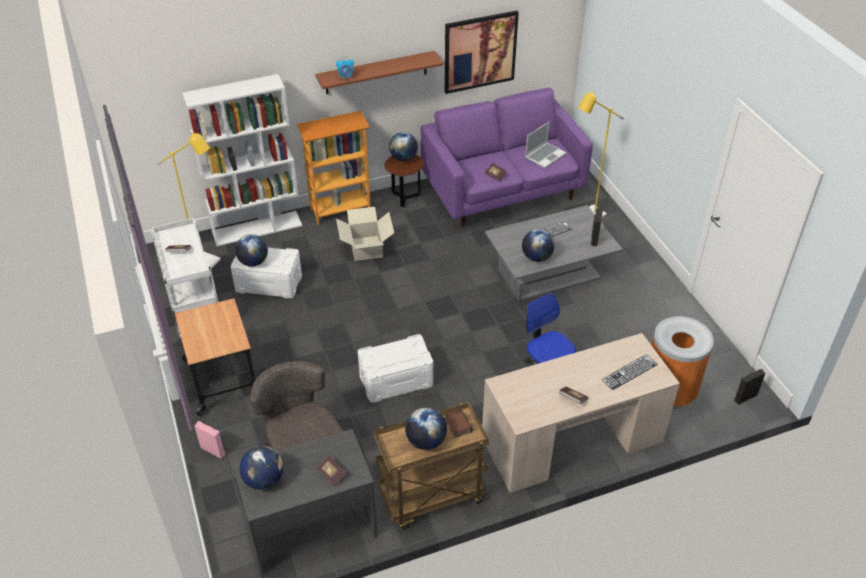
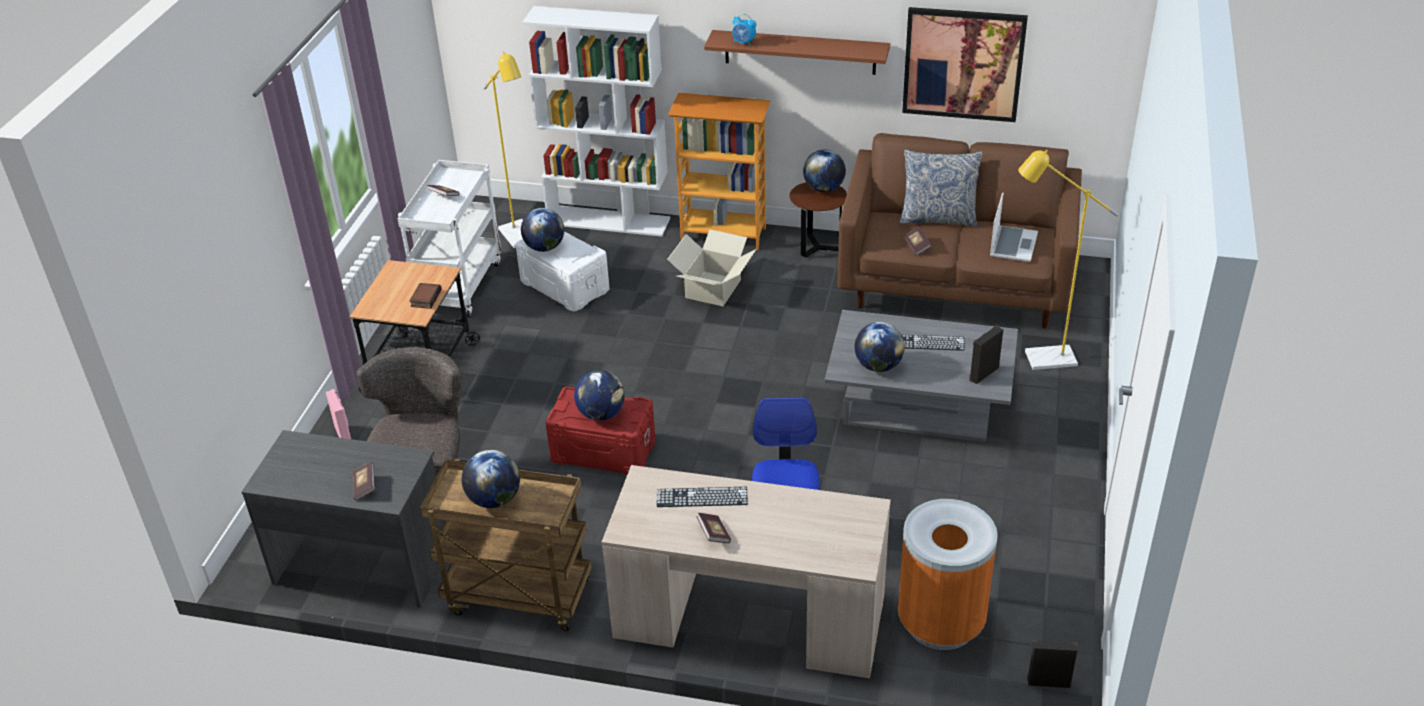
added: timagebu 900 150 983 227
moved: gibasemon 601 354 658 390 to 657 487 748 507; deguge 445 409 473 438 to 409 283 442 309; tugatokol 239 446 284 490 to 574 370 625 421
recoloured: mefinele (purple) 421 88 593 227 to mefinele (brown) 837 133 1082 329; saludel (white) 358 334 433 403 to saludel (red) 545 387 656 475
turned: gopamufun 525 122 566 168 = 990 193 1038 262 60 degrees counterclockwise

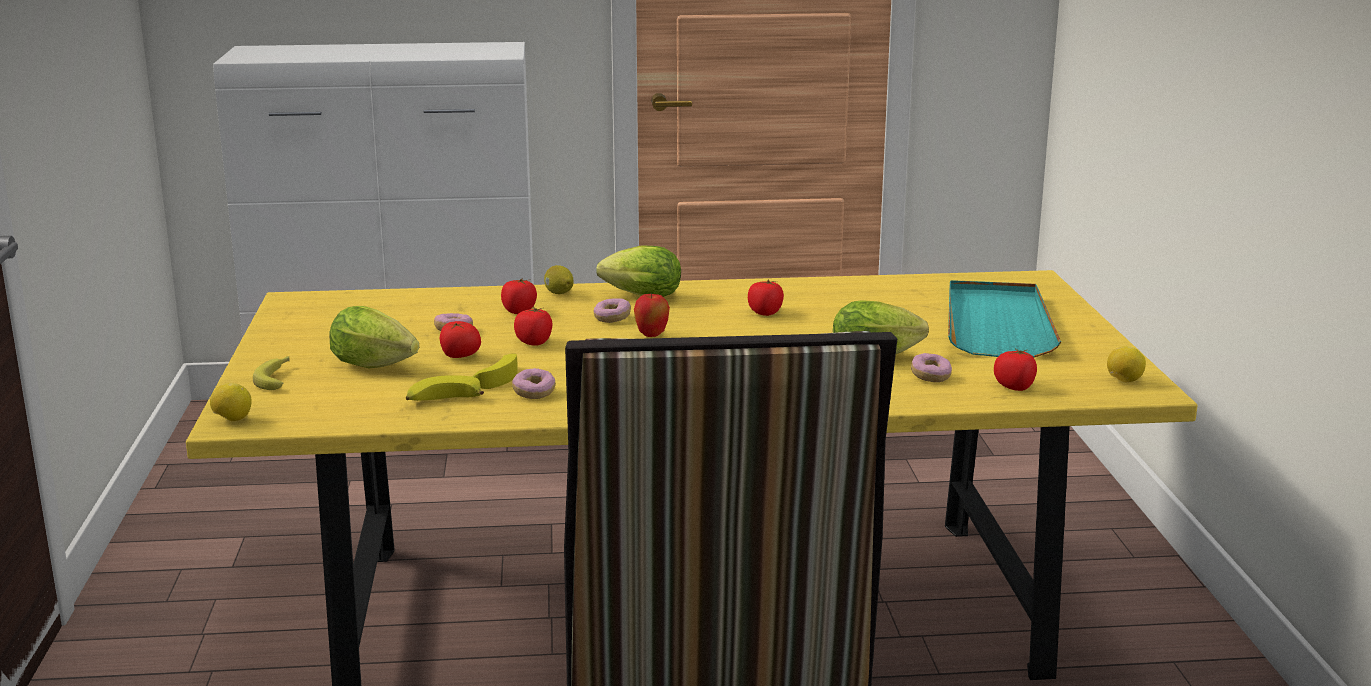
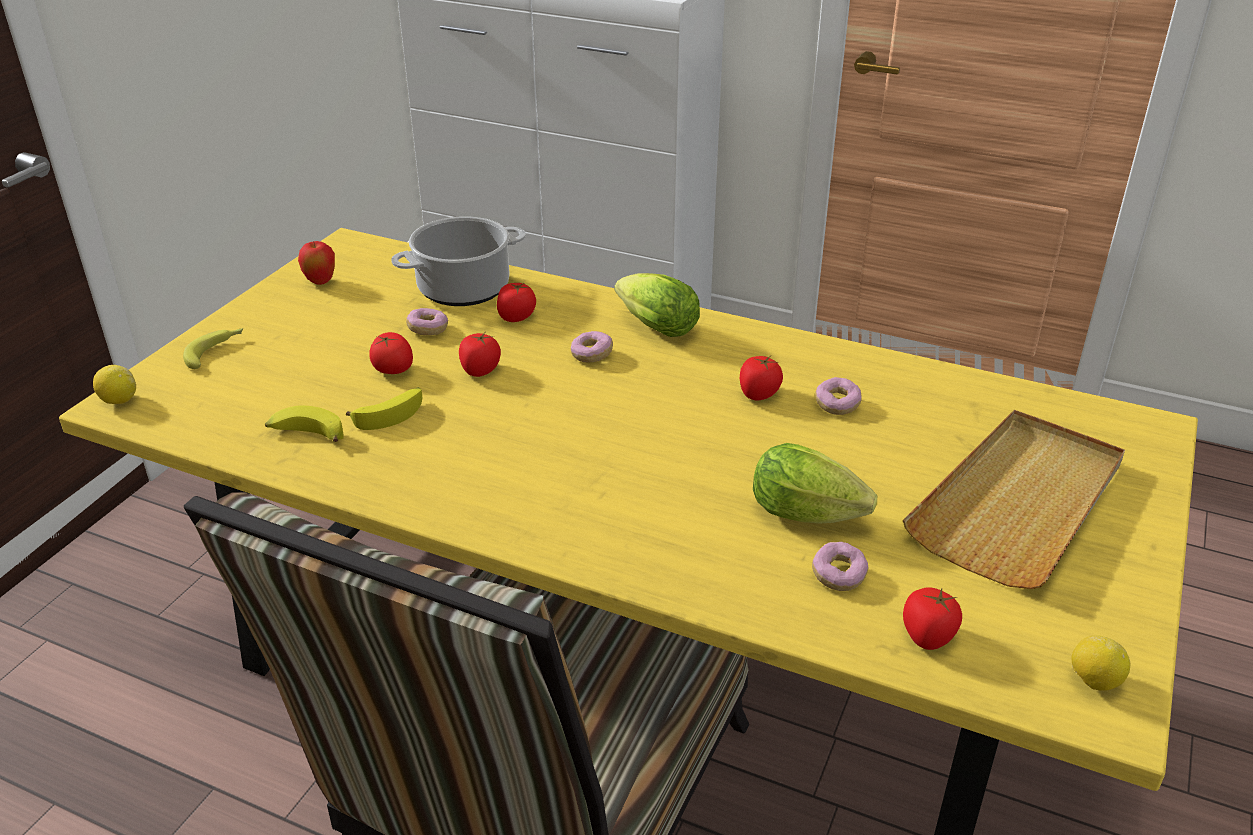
removed: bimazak 544 265 574 294; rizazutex 330 306 419 368
added: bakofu 391 216 526 306
moved: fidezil 634 294 670 337 to 298 241 335 285; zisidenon 512 368 556 399 to 816 377 861 415
recoloured: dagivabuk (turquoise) 948 280 1061 358 to dagivabuk (beige) 903 410 1125 589

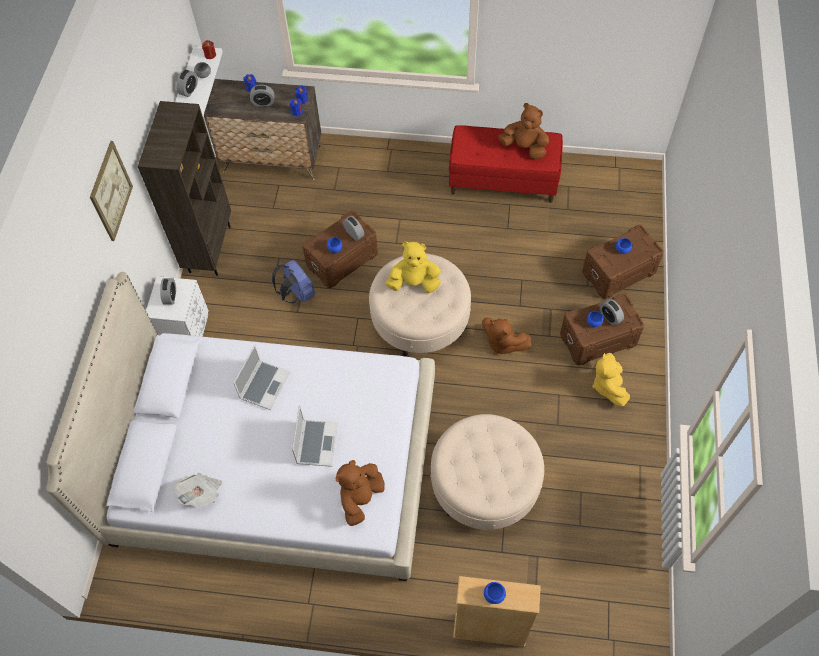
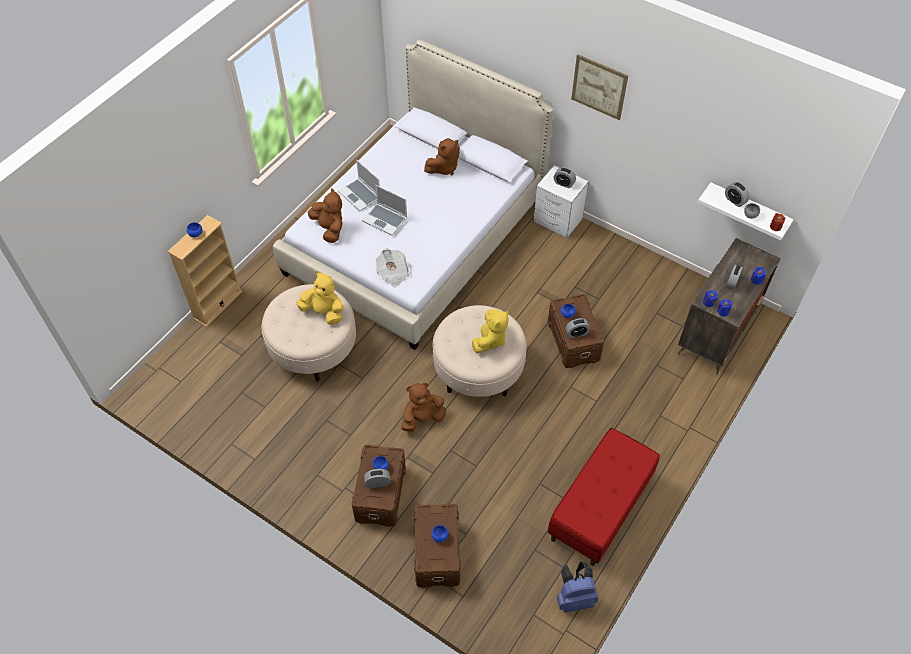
removed: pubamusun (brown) 137 101 231 276
moved: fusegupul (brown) 498 103 549 159 to 424 138 460 175; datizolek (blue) 272 260 315 303 to 557 562 598 613; gopamufun 233 344 290 410 to 338 159 380 211; fusegupul (yellow) 592 353 630 406 to 296 271 343 325; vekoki 174 473 222 508 to 376 248 410 288

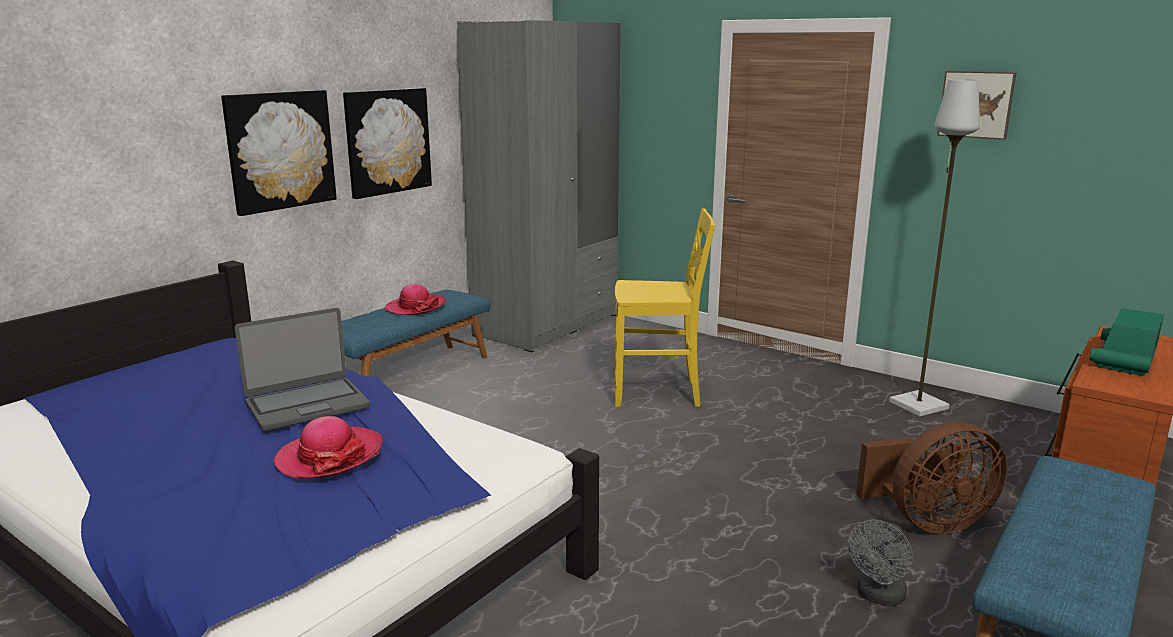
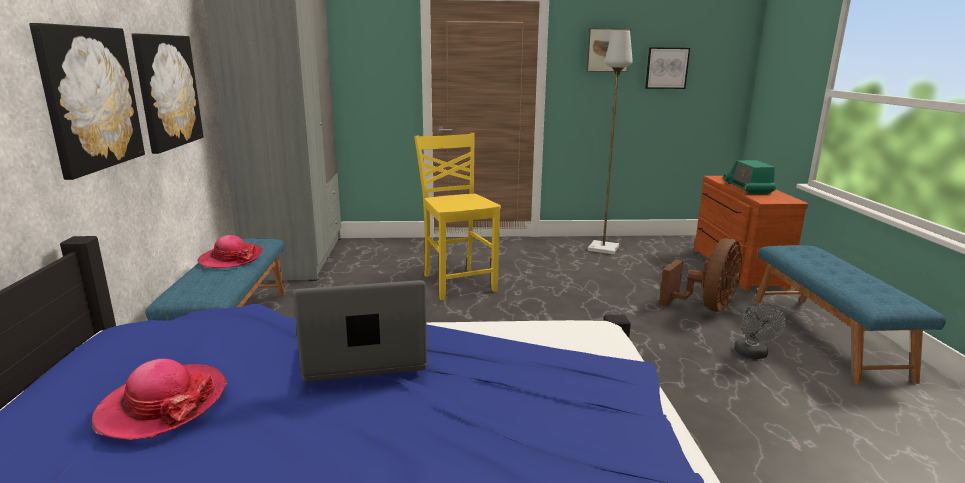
added: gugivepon 645 47 690 89
moved: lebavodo 273 416 383 478 to 92 359 227 440
turned: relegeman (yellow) 615 208 715 407 = 414 133 501 301 75 degrees counterclockwise; gopamufun 235 308 370 431 = 293 280 427 382 120 degrees counterclockwise

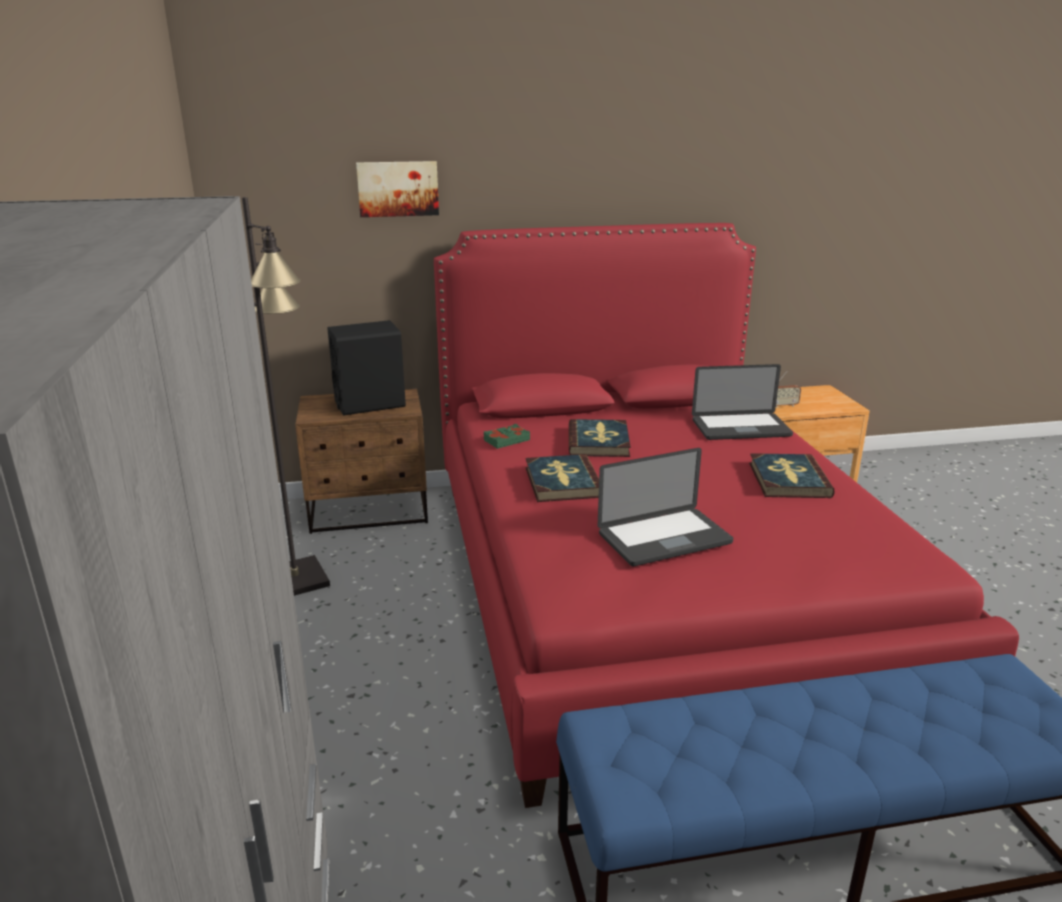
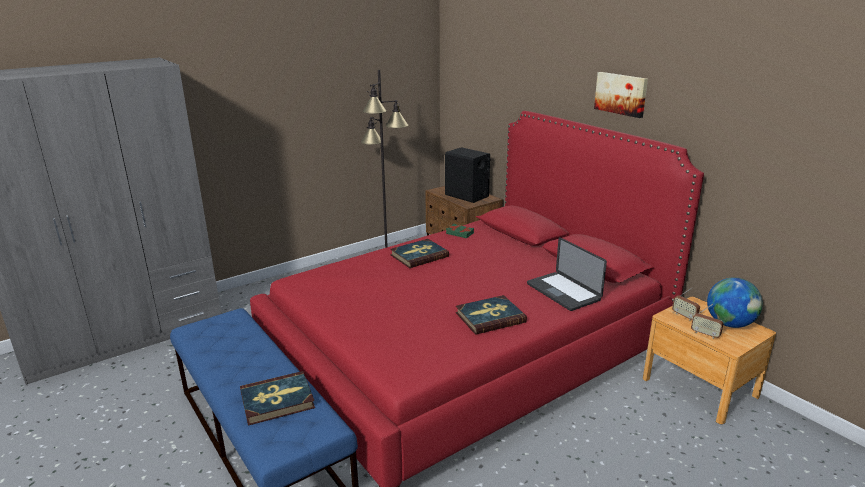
removed: gopamufun 597 448 733 566
added: tugatokol 707 277 763 328; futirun 691 304 724 339
moved: gugivepon 356 161 439 217 to 594 72 648 118; deguge 569 419 631 457 to 240 371 315 426

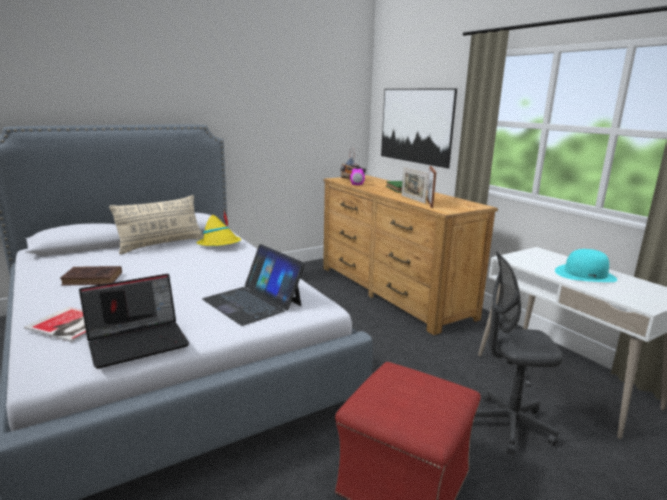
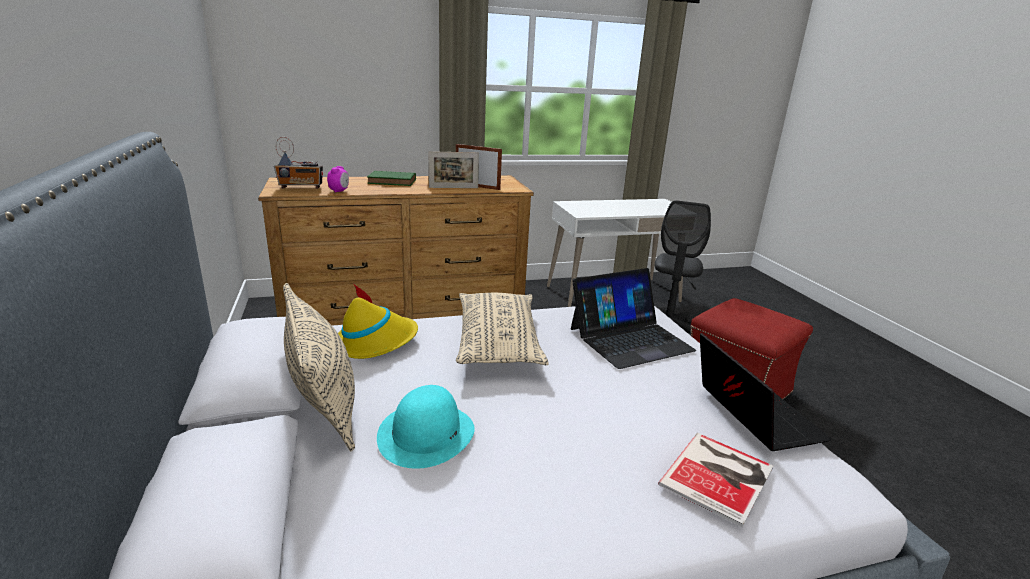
removed: gugivepon 381 89 457 168; deguge (brown) 60 266 122 286
added: timagebu (beige) 456 293 549 365
moved: lebavodo (turquoise) 555 249 617 282 to 377 385 475 469

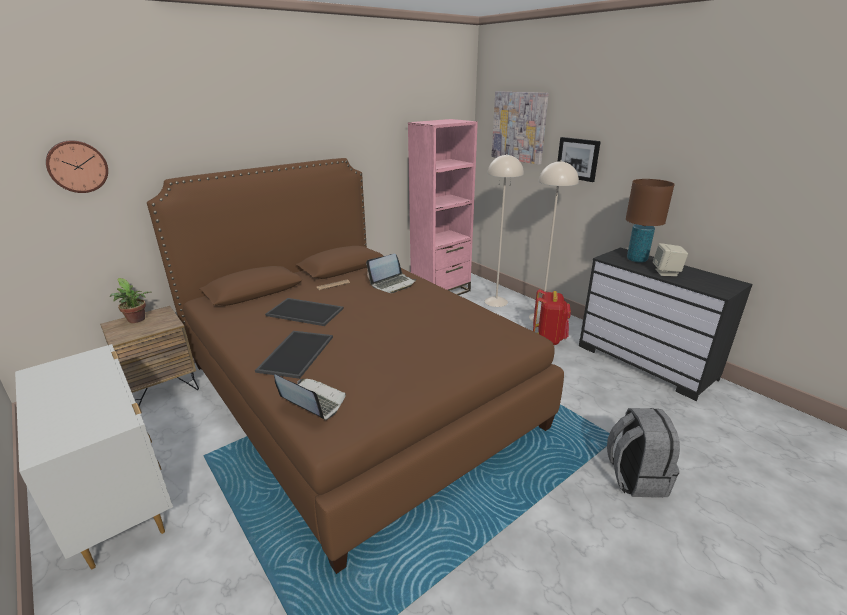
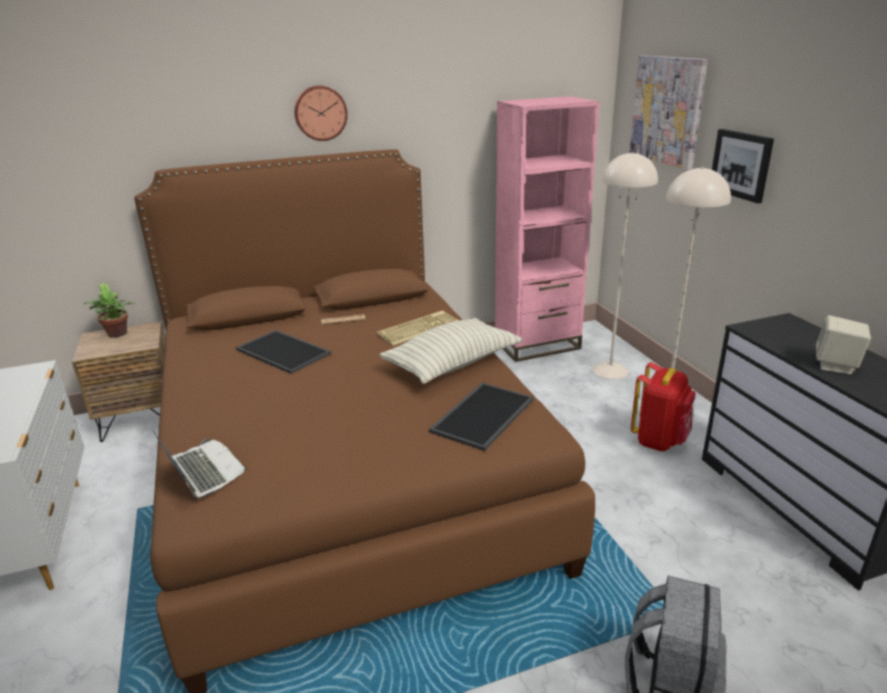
removed: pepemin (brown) 626 179 675 263
added: timagebu 380 318 522 384
moved: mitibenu 46 140 108 193 to 294 85 348 141; dagivabuk 255 331 333 379 to 429 383 534 451
replaced: gopamufun 366 254 416 293 to gibasemon 377 311 458 346

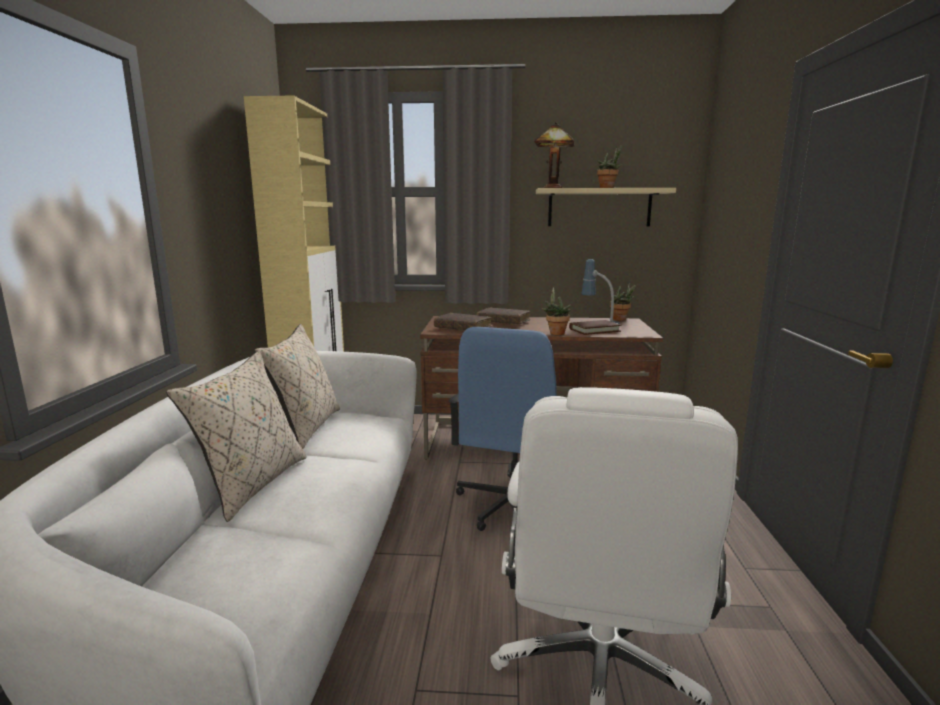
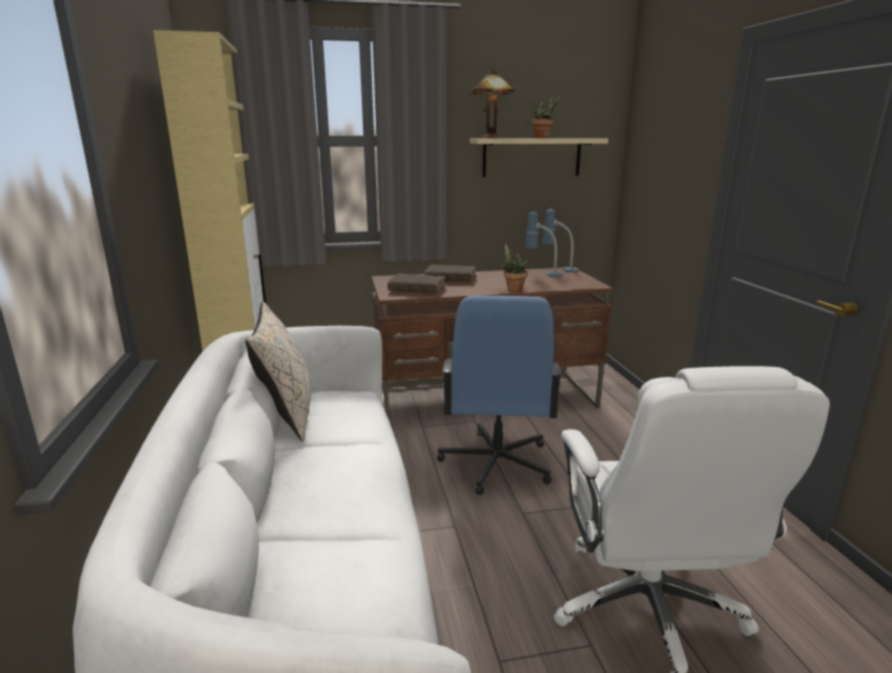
removed: deguge (brown) 569 320 621 335; timagebu (beige) 166 351 307 522
replaced: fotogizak 610 282 636 321 to pepemin 542 209 579 272

